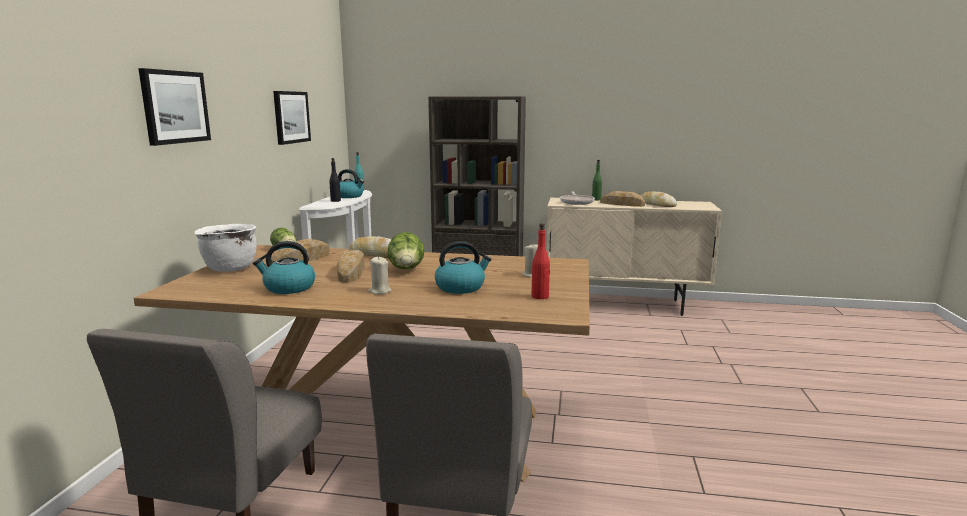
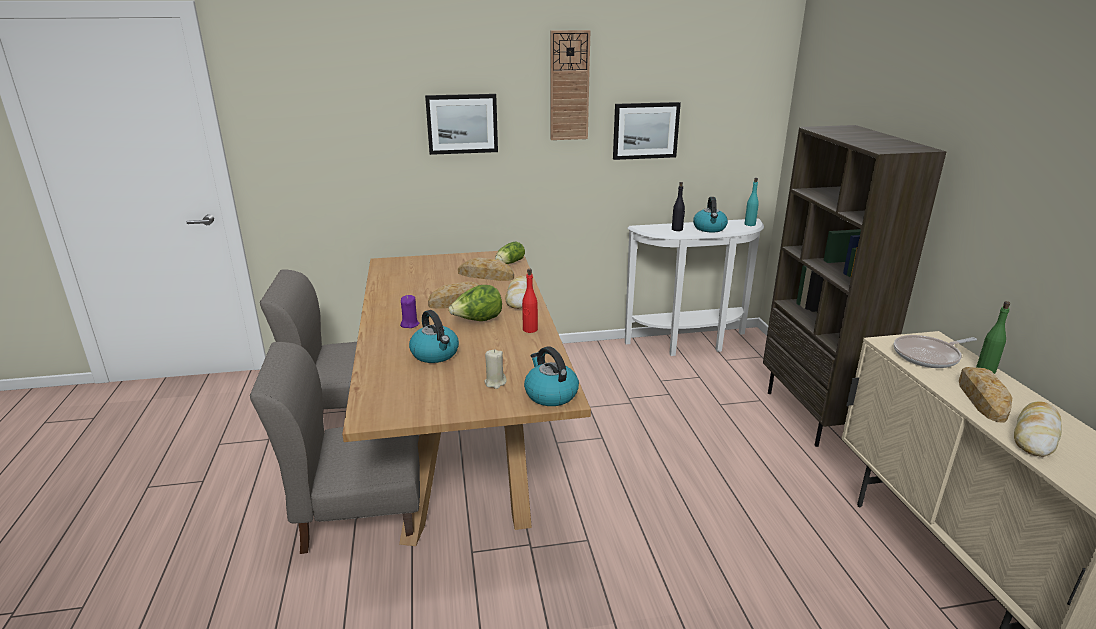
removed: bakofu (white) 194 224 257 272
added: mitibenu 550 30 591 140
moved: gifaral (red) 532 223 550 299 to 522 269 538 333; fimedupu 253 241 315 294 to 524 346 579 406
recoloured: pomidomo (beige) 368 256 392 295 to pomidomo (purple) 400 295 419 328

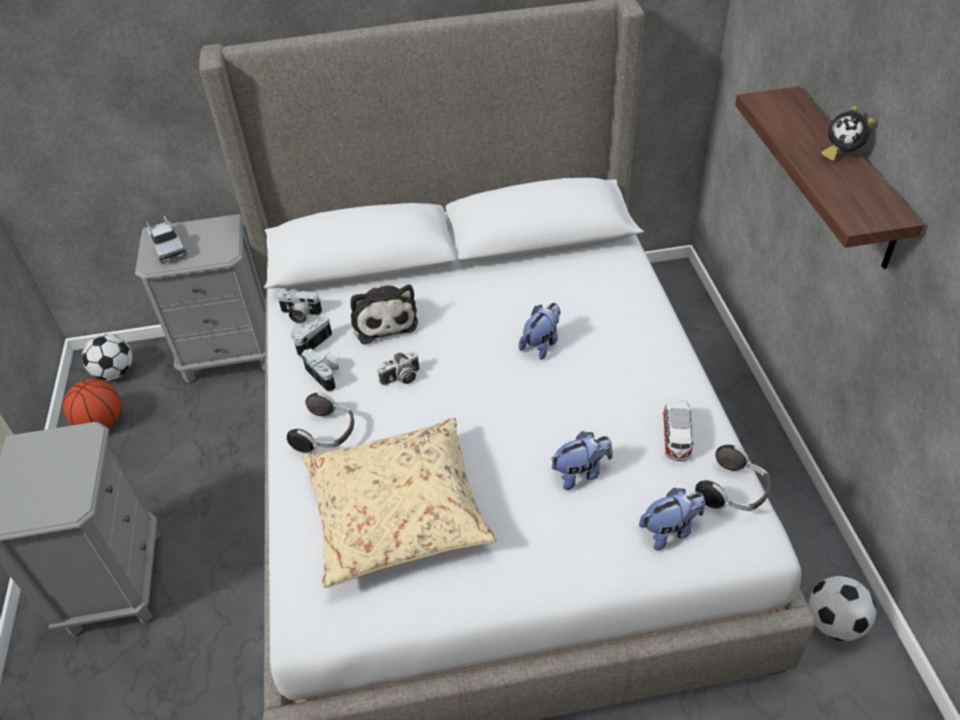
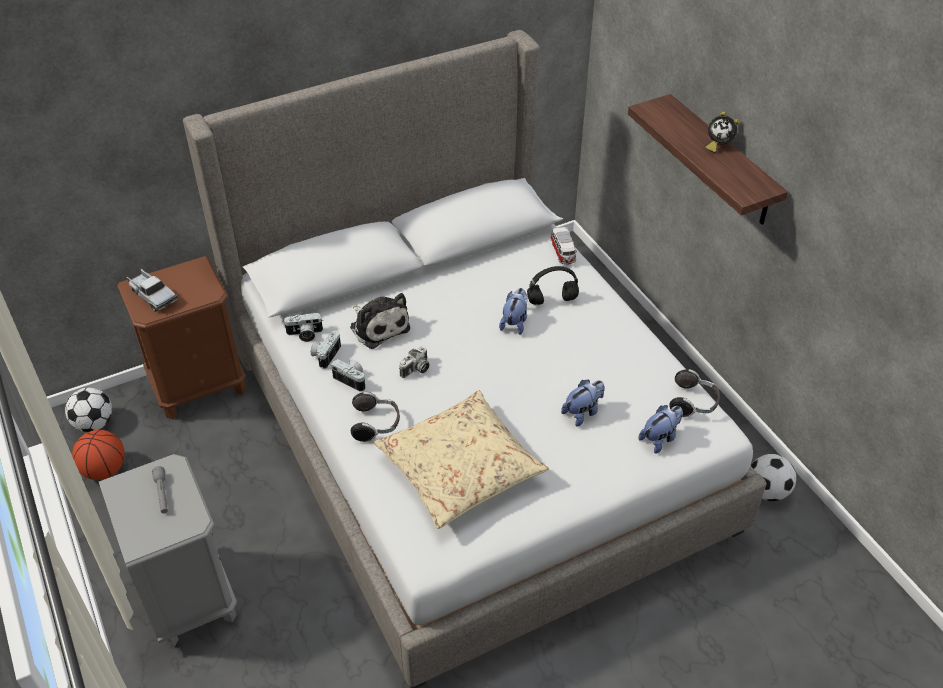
added: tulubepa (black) 527 266 579 305; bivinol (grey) 152 466 168 513
moved: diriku 663 400 693 461 to 550 227 577 265
recoloured: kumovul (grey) 135 214 266 384 to kumovul (brown) 117 256 246 419

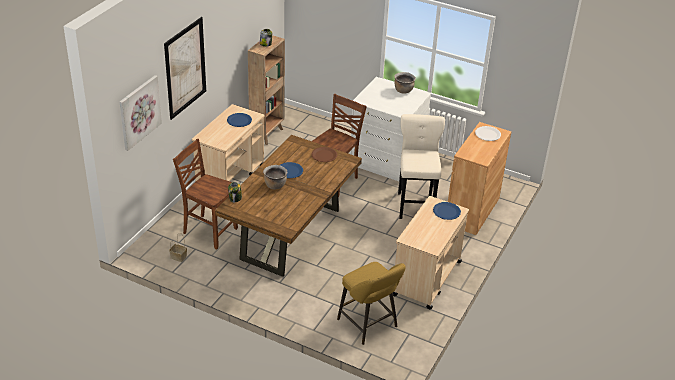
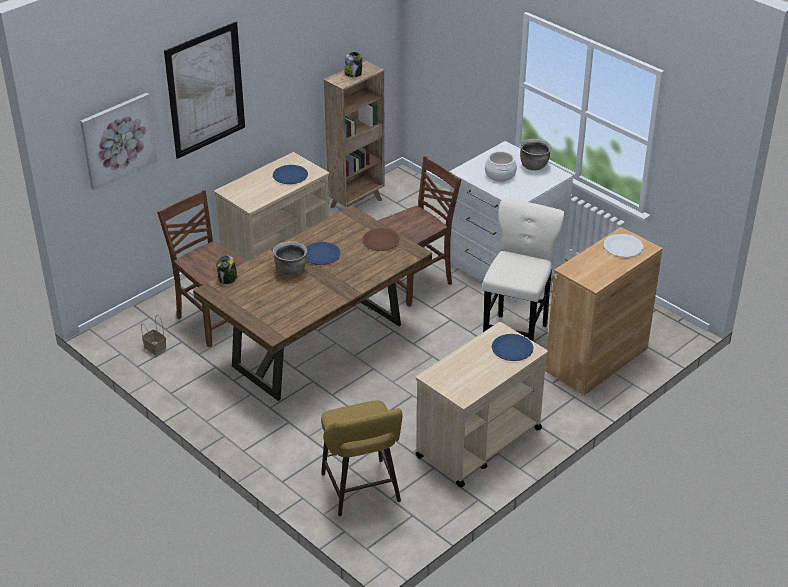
added: bakofu 485 151 517 182

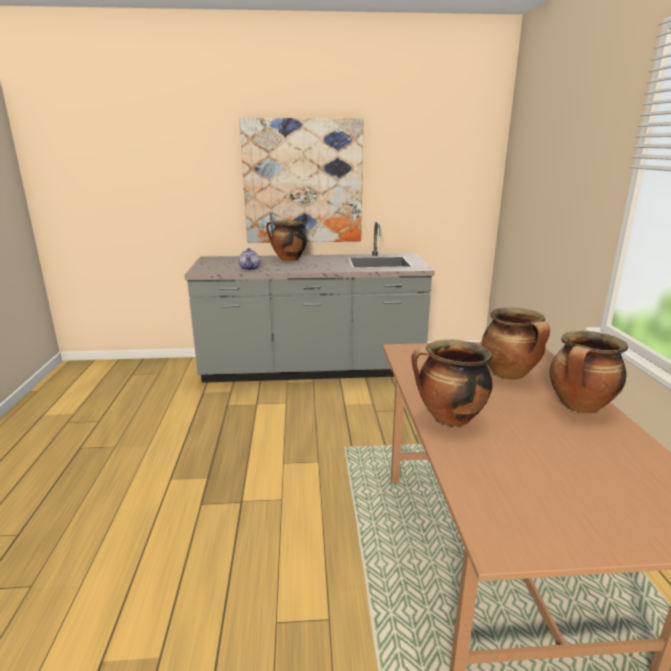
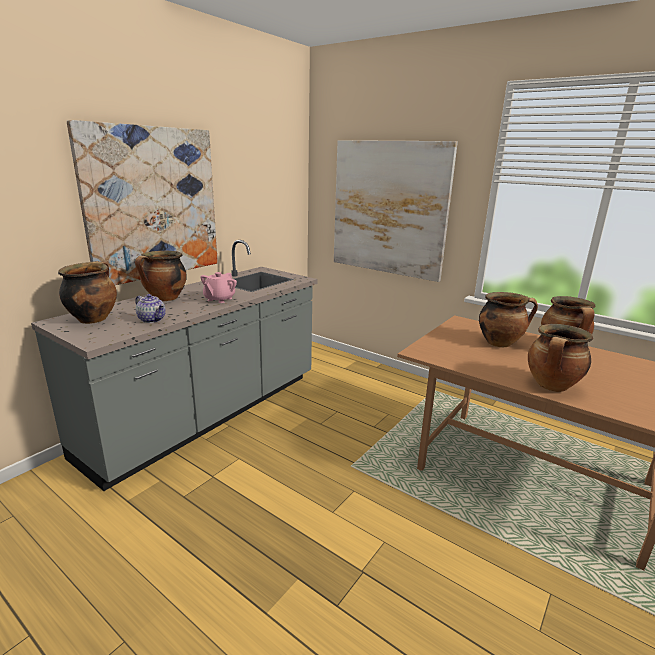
added: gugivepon 334 140 458 282; bakofu 58 261 117 324; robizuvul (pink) 200 272 237 303

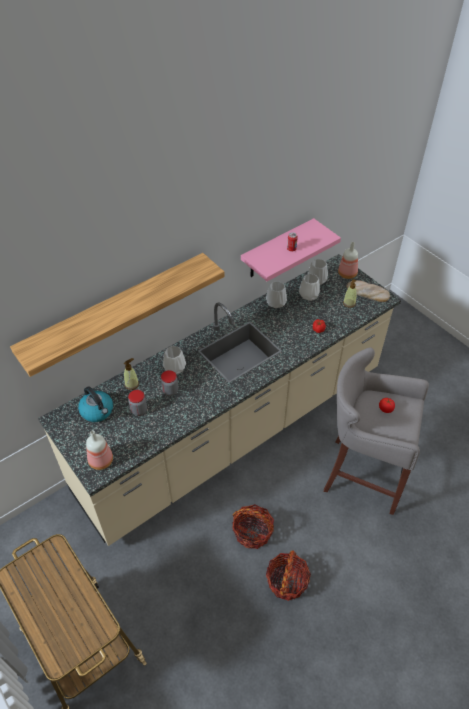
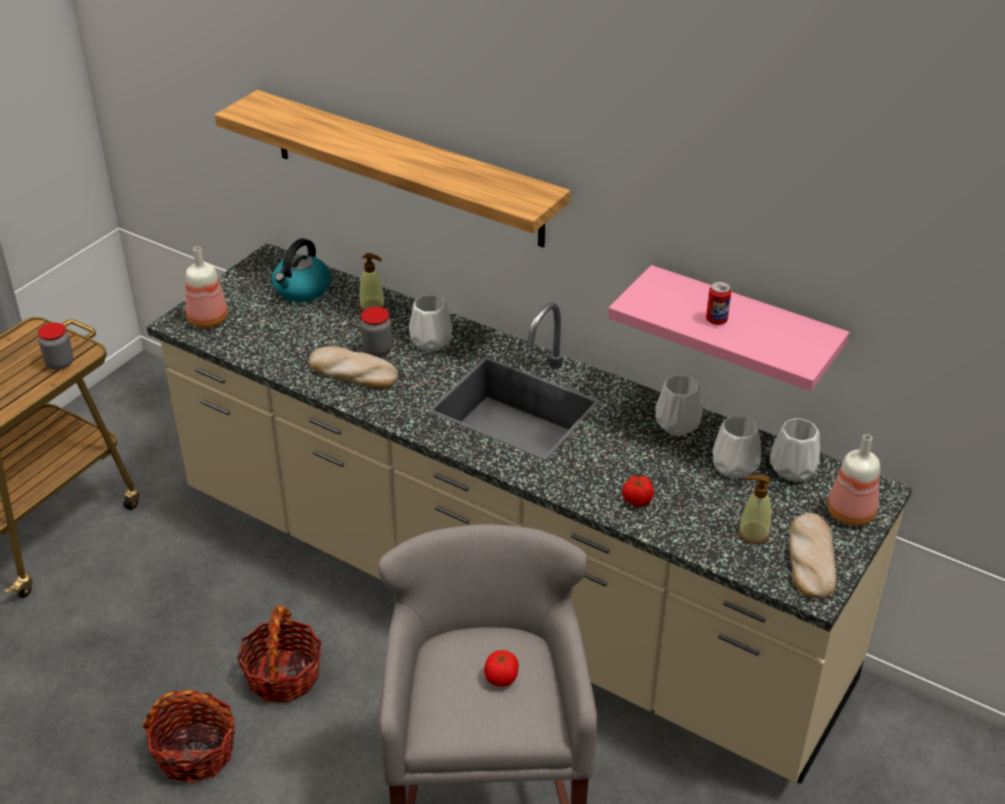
added: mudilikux 308 346 398 389
moved: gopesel 128 390 147 416 to 38 323 73 370

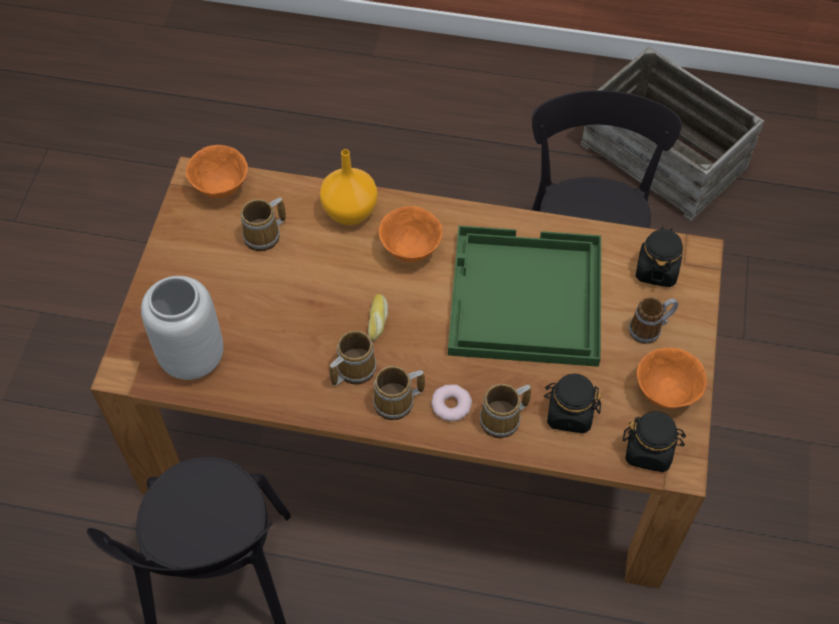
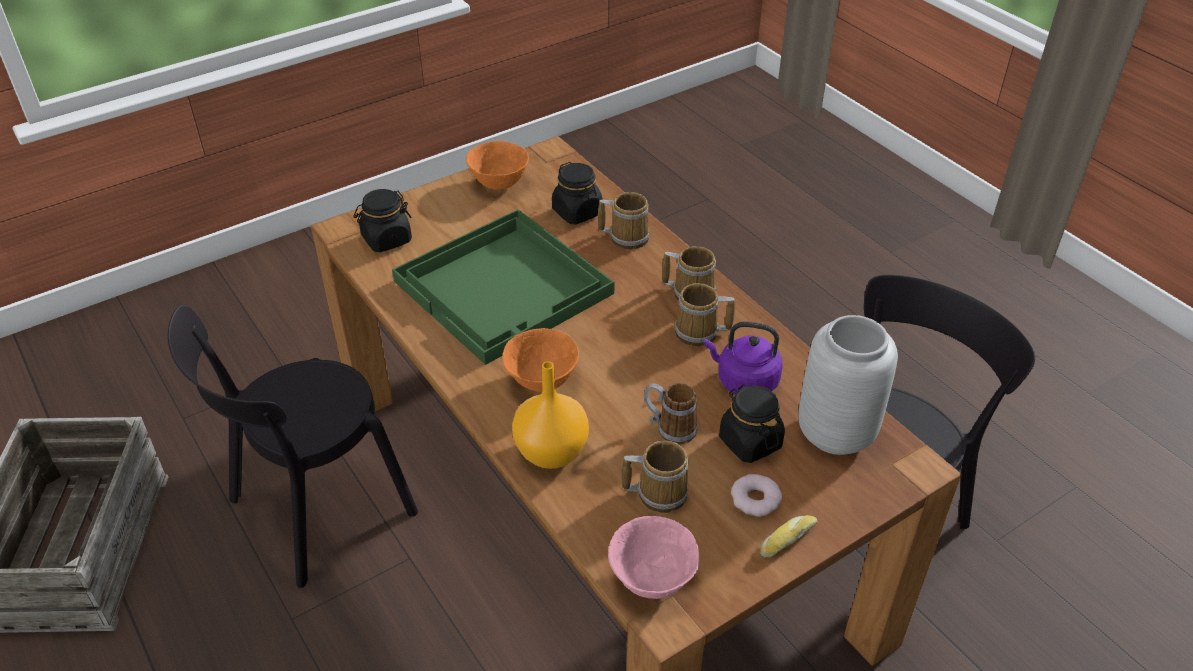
added: fimedupu (purple) 704 321 782 394
moved: mudilikux 368 294 388 341 to 760 515 818 557; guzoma 629 297 678 344 to 644 383 697 444; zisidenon 431 384 472 421 to 731 474 782 517; gopesel (black) 623 411 686 472 to 719 384 785 463
recoloured: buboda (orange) 186 145 248 198 to buboda (pink) 608 516 699 599

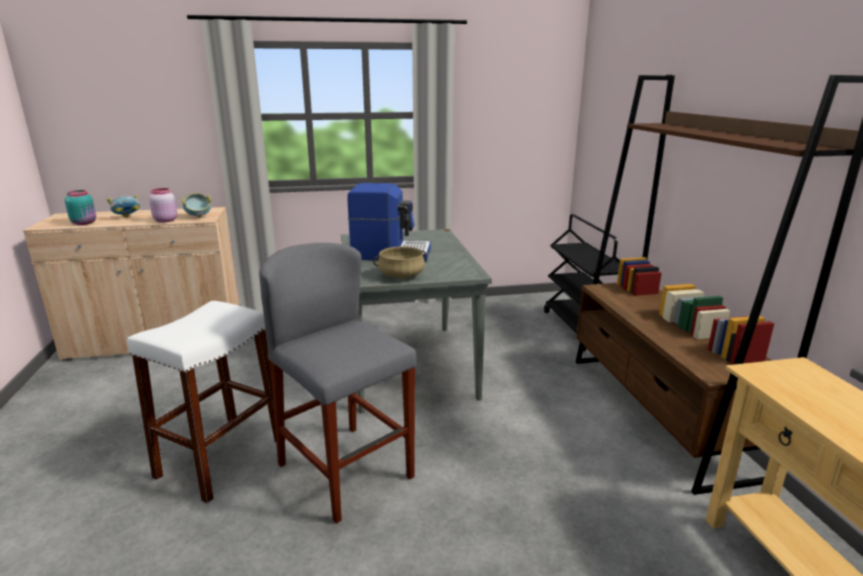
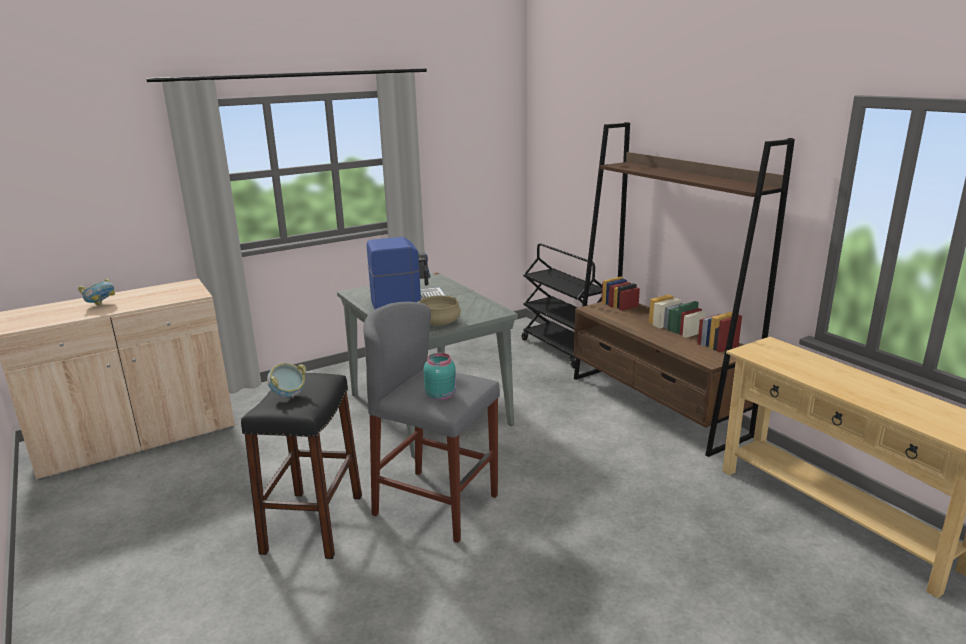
removed: gopesel (pink) 149 188 177 223
moved: gopesel (turquoise) 65 190 96 225 to 424 353 456 400; buboda 182 193 211 218 to 267 363 306 397
recoloured: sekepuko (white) 127 301 276 504 to sekepuko (black) 241 373 362 559

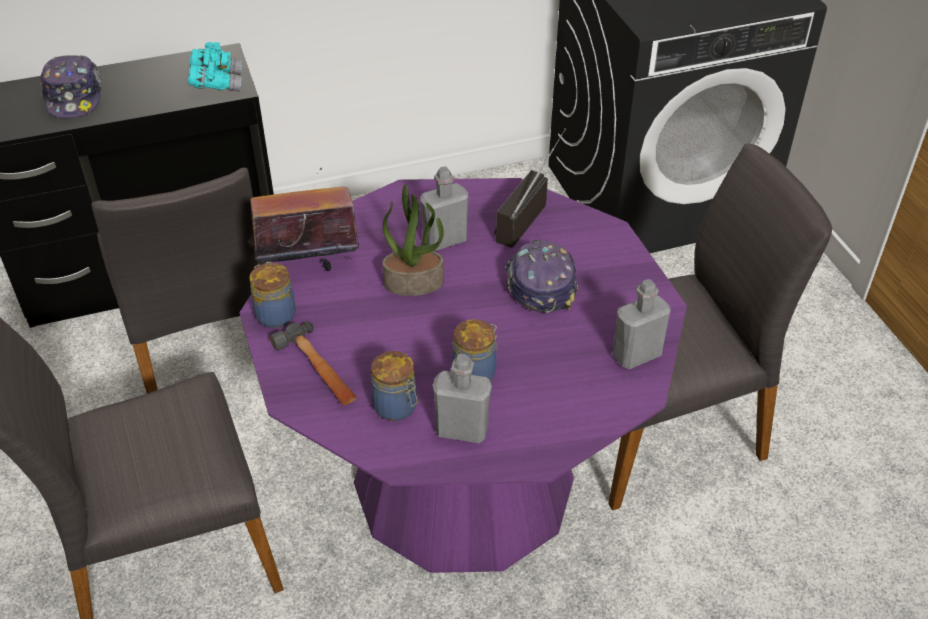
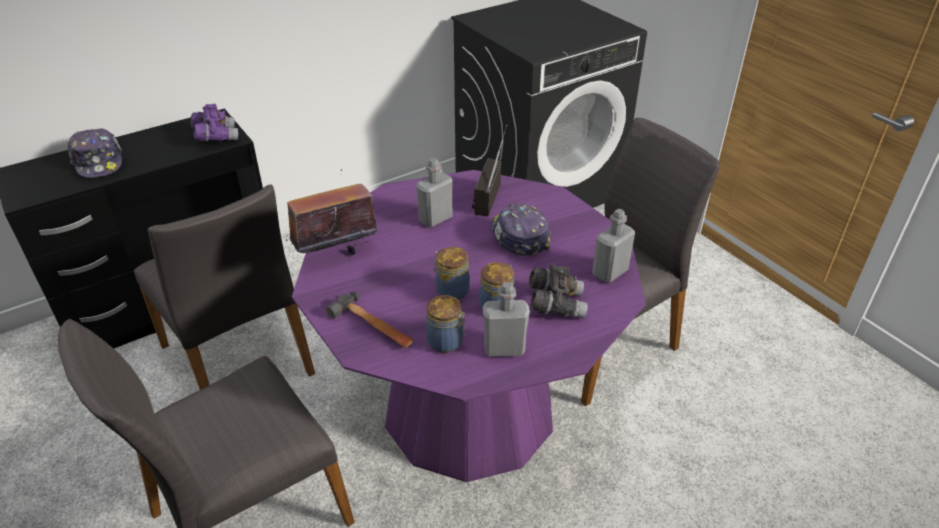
removed: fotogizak 382 184 444 296
added: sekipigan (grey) 529 265 588 319
moved: gopesel 249 263 296 328 to 434 247 470 300
recoloured: sekipigan (turquoise) 188 42 243 92 to sekipigan (purple) 191 104 238 141

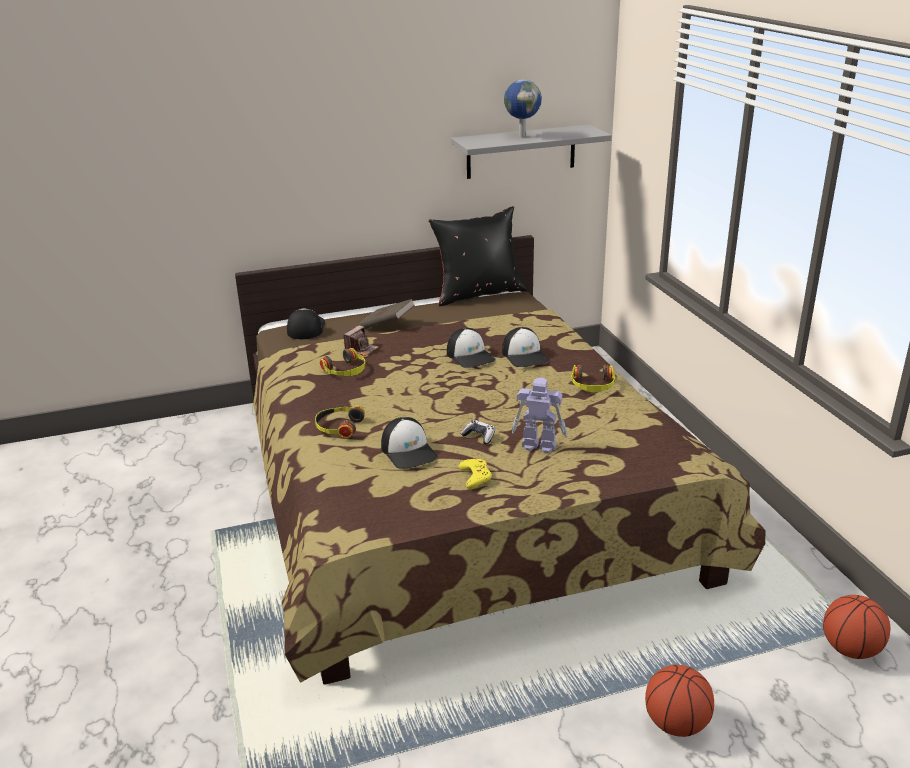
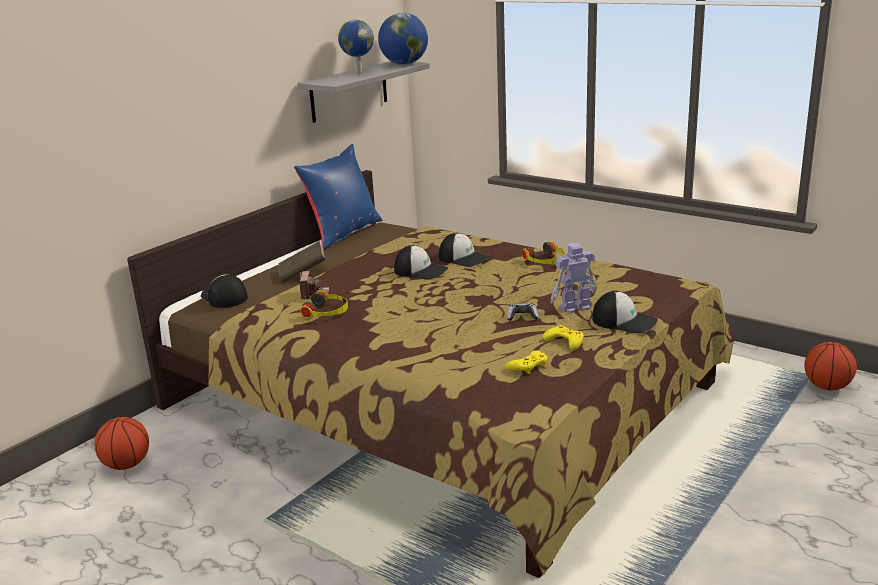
removed: tulubepa 315 405 365 438
added: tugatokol 378 13 428 65; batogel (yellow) 506 350 548 374
moved: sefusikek 381 417 438 469 to 592 291 658 333; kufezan 645 665 714 737 to 95 417 149 470
recoloured: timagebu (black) 429 206 527 306 to timagebu (blue) 294 144 382 250

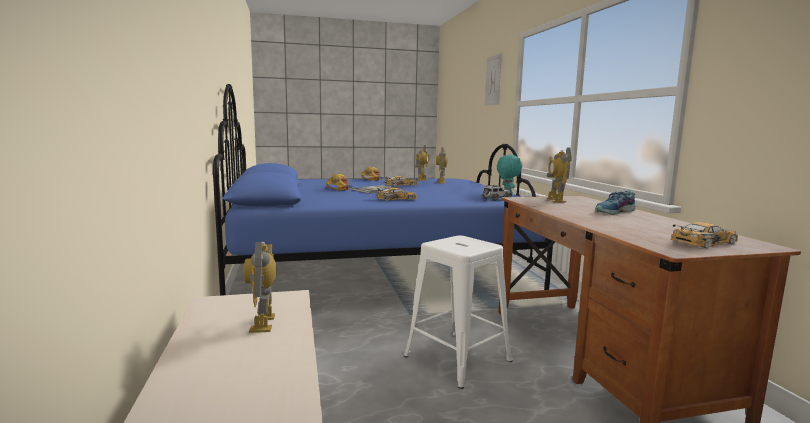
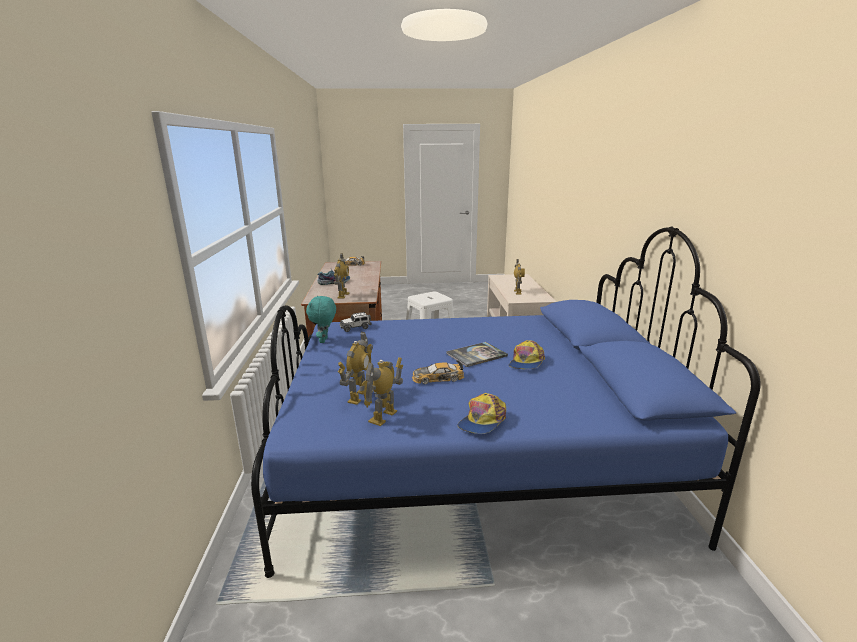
removed: gugivepon 485 53 502 106; diriku 376 188 417 201

